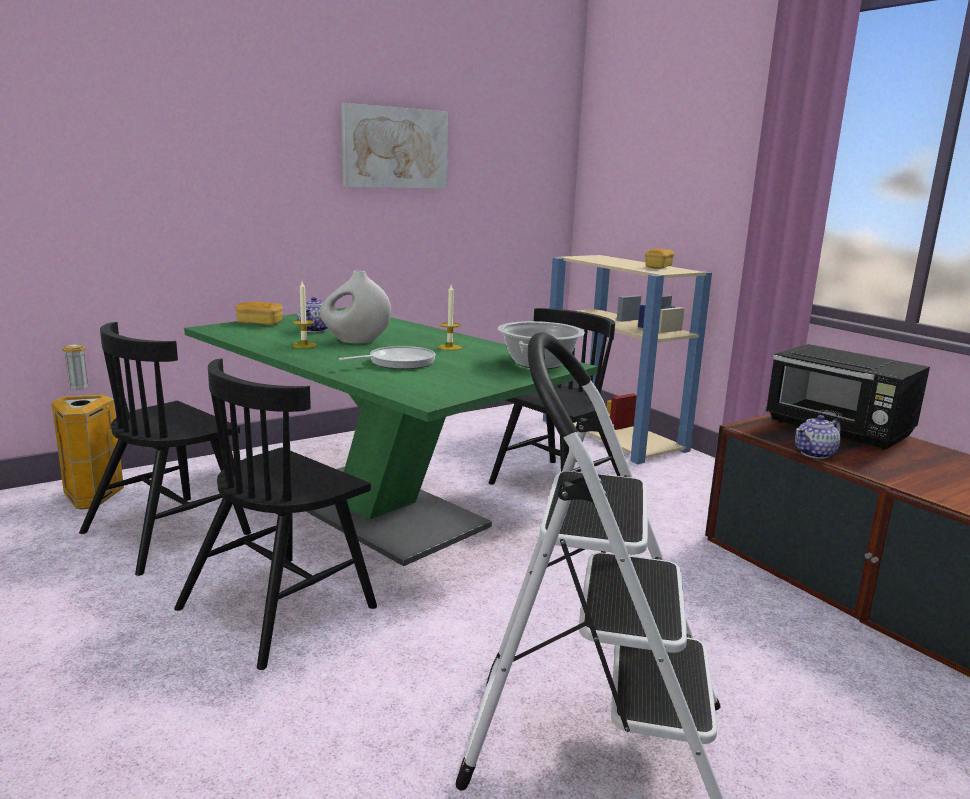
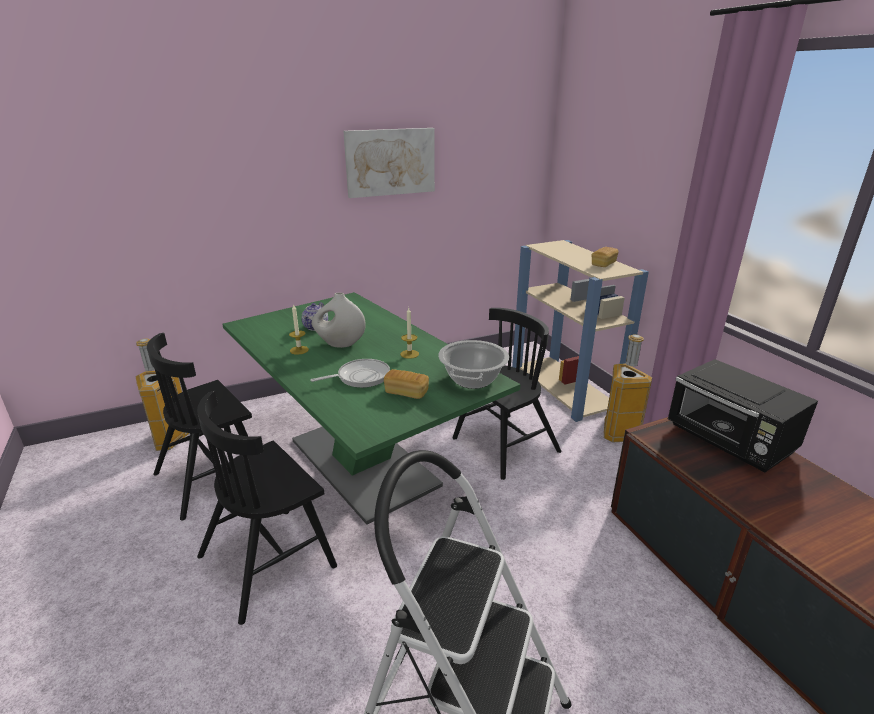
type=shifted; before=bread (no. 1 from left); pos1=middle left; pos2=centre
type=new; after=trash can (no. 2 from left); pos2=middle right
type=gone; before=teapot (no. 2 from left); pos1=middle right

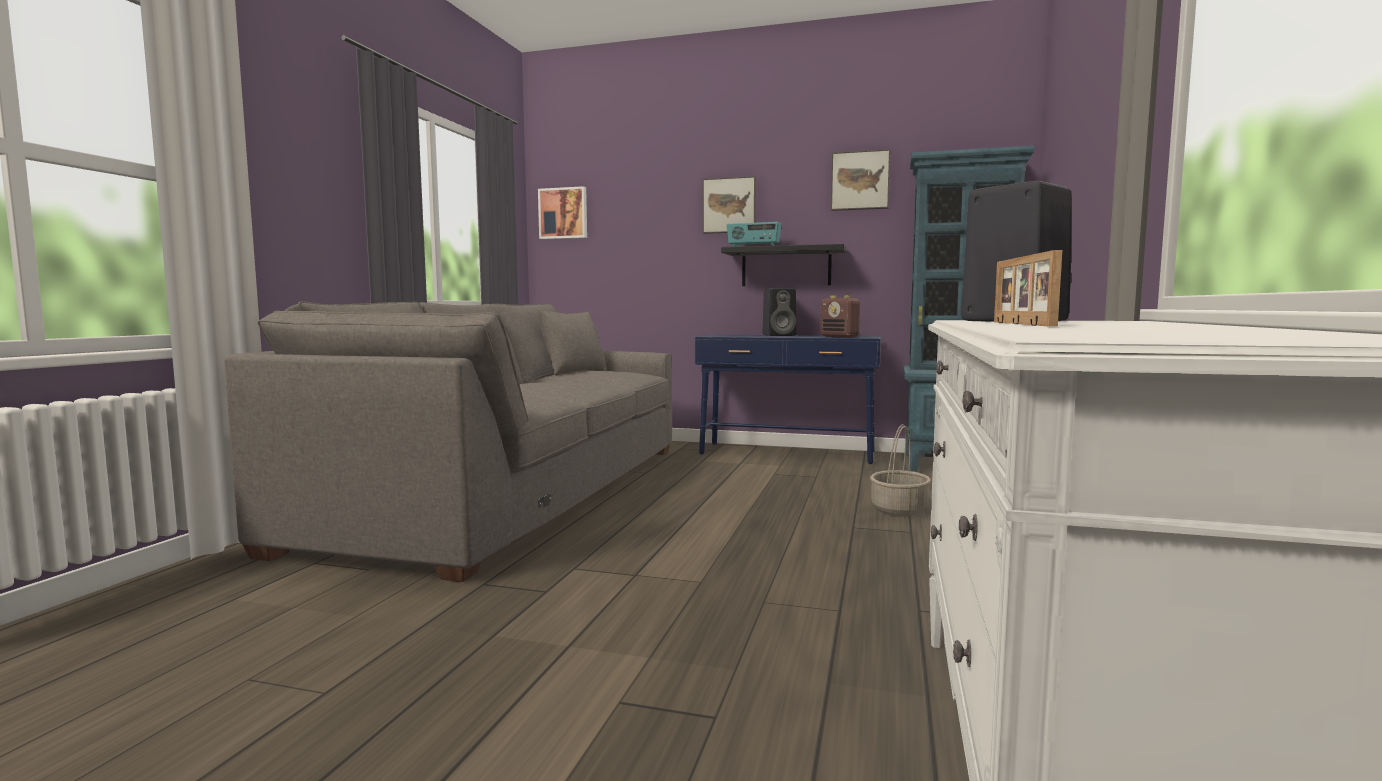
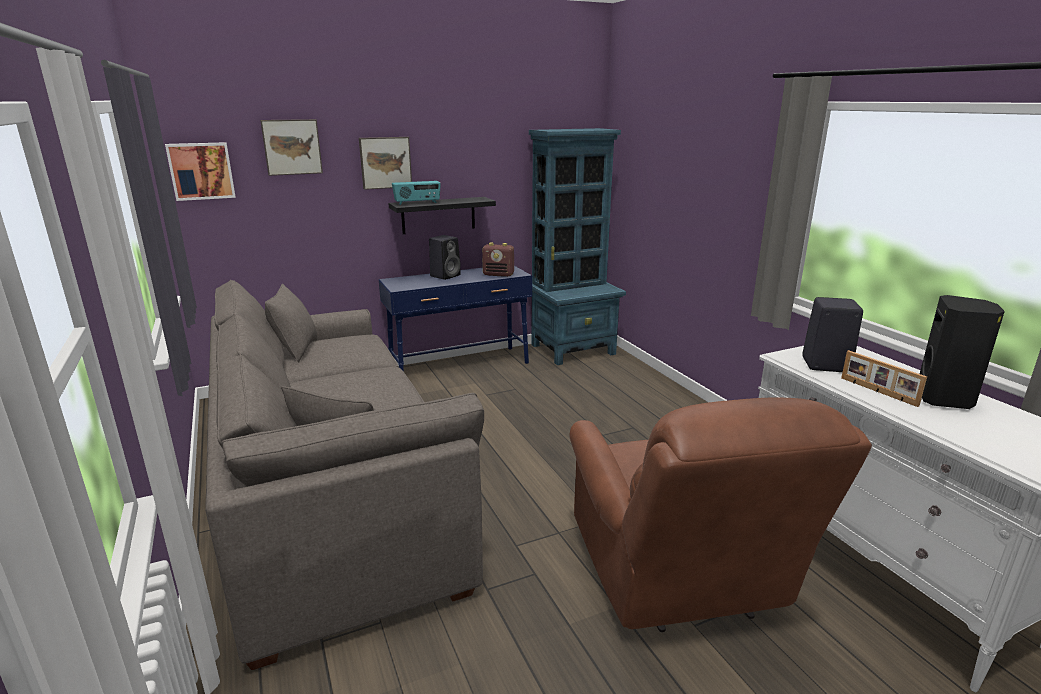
type=shifted; before=picture (no. 3 from left in the first image); after=picture (no. 2 from left); pos1=top centre; pos2=top left
type=new; after=brown armchair; pos2=bottom right
type=new; after=black speaker (no. 3 from left); pos2=middle right
type=gone; before=basket; pos1=centre

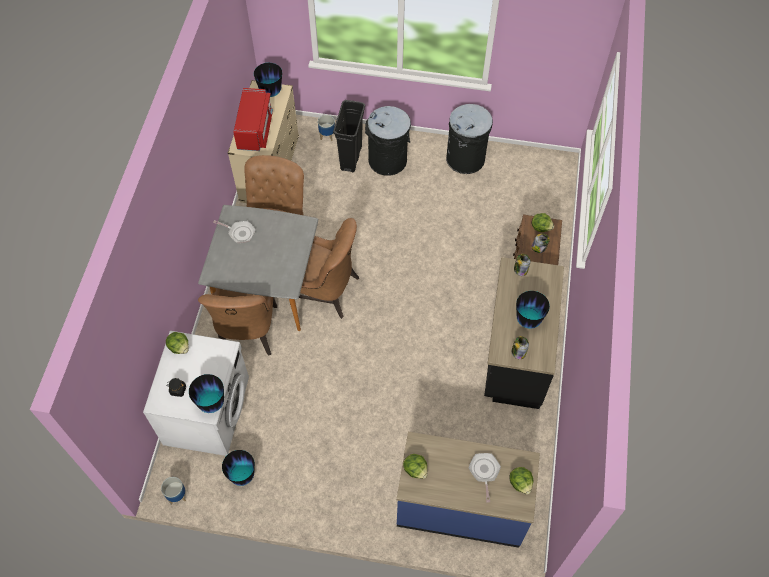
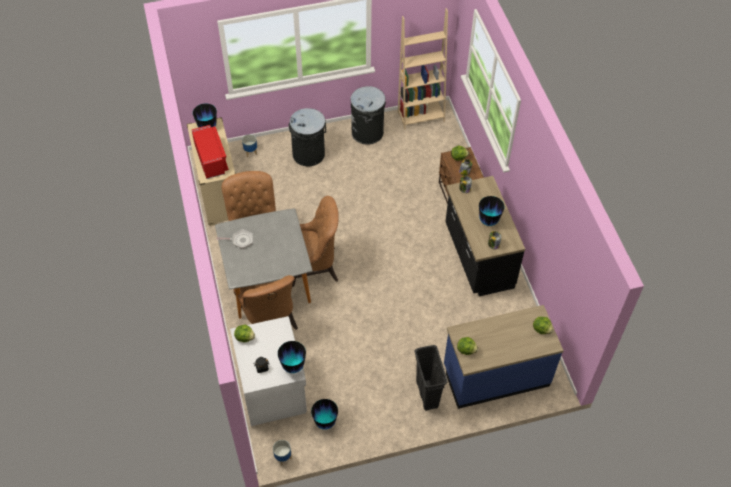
type=new; after=beige bookcase; pos2=top centre
type=shifted; before=black trash can (no. 1 from left in the first image); after=black trash can (no. 3 from left); pos1=top centre; pos2=bottom centre
type=gone; before=frying pan (no. 2 from left); pos1=bottom centre

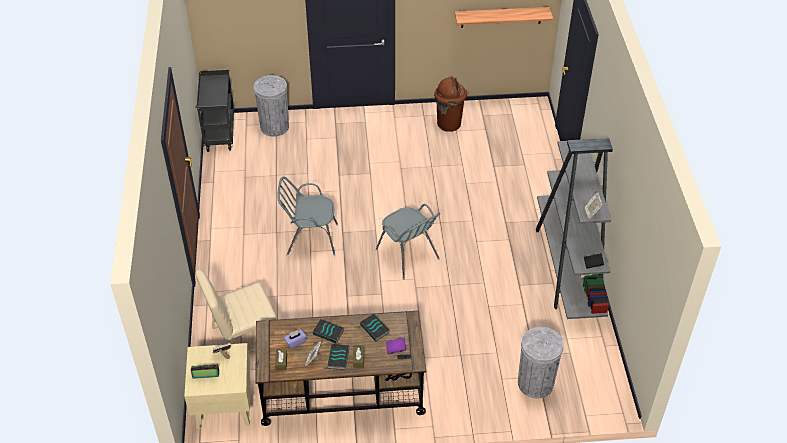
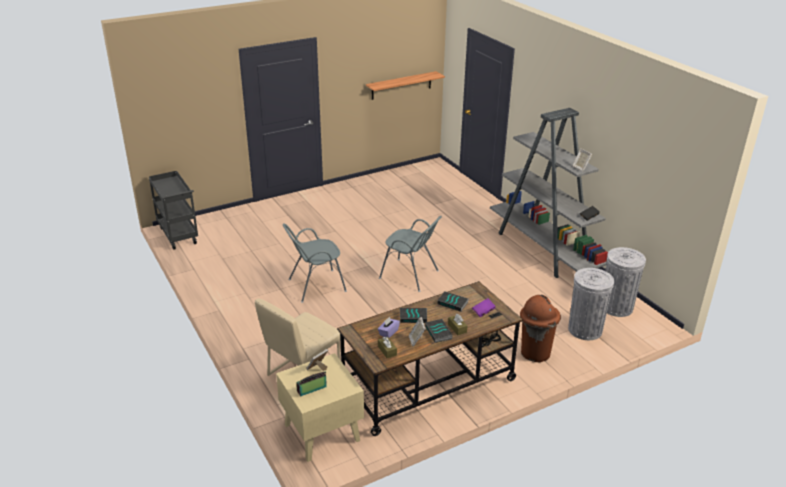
type=shifted; before=brown trash can; pos1=top centre; pos2=bottom right
type=shifted; before=grey trash can (no. 1 from left in the first image); after=grey trash can (no. 2 from left); pos1=top centre; pos2=middle right

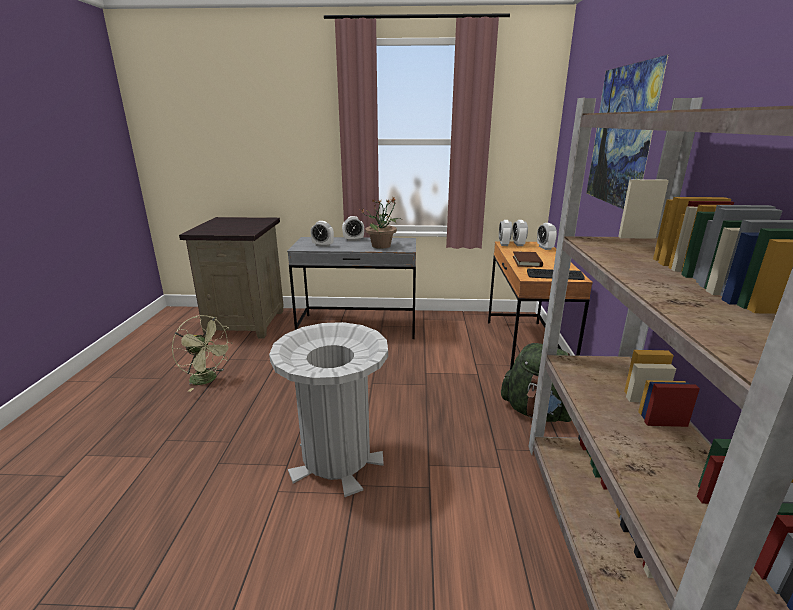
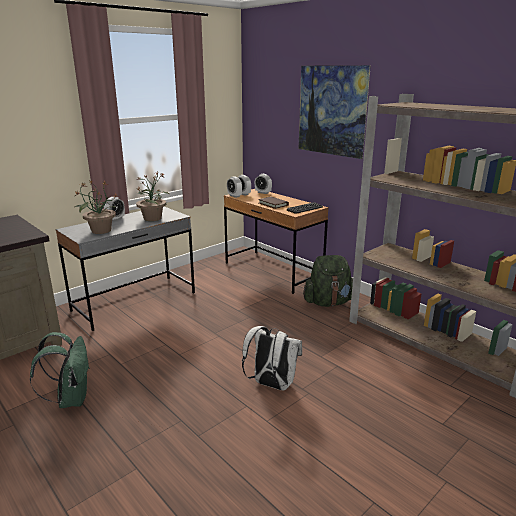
type=swapped; before=green fan; after=green backpack (no. 1 from left); pos1=middle left; pos2=bottom left
type=swapped; before=alarm clock (no. 1 from left); after=potted plant (no. 1 from left); pos1=centre; pos2=middle left
type=swapped; before=grey trash can; after=white backpack; pos1=bottom centre; pos2=bottom centre

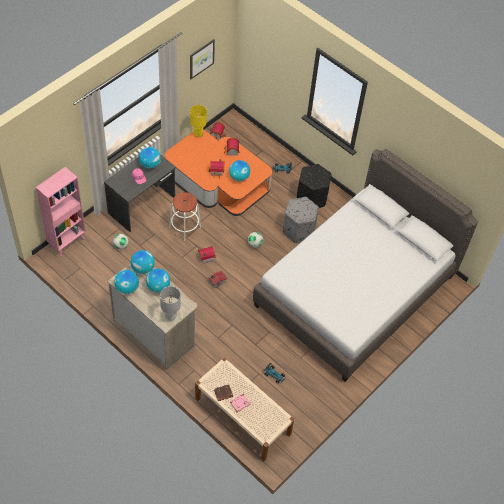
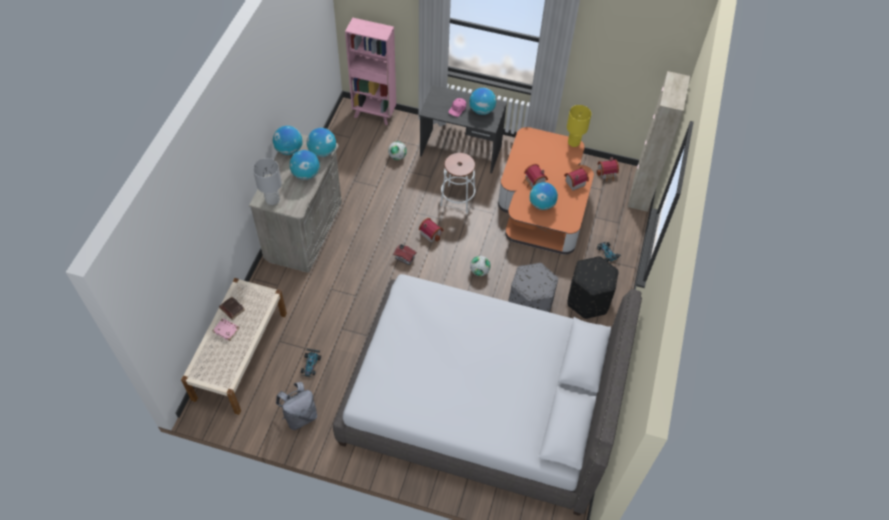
type=new; after=grey backpack; pos2=bottom left
type=new; after=beige cabinet; pos2=top right
type=gone; before=picture; pos1=top centre

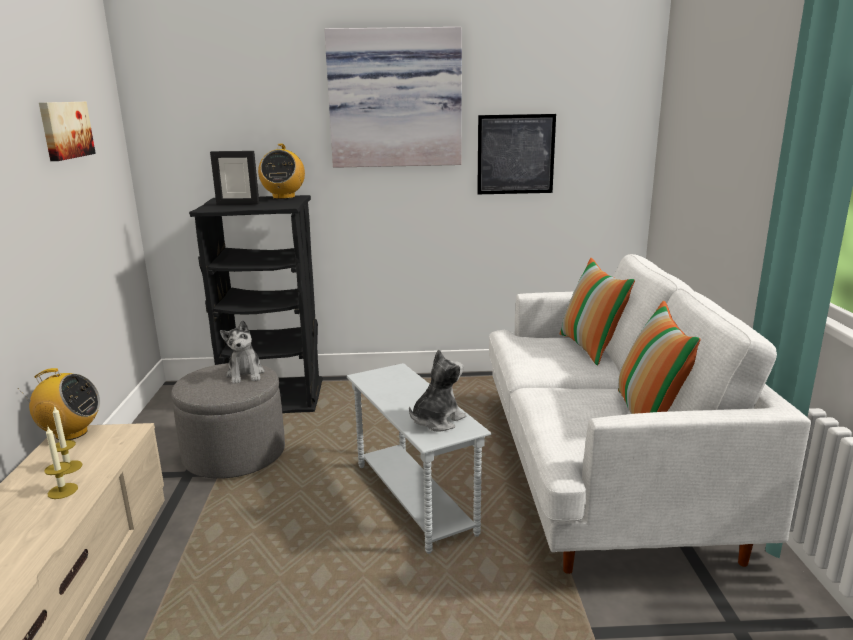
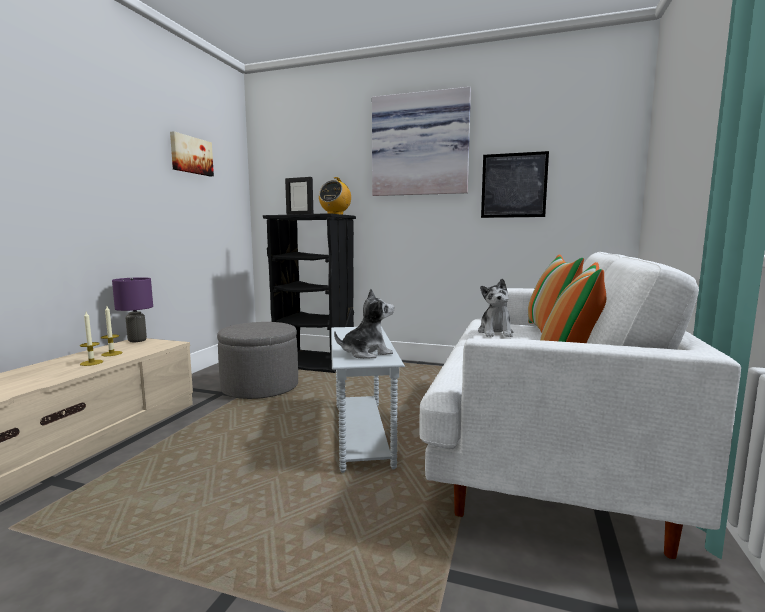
type=swapped; before=radio (no. 1 from left); after=purple table lamp; pos1=middle left; pos2=middle left
type=shifted; before=plush toy (no. 1 from left in the first image); after=plush toy (no. 2 from left); pos1=middle left; pos2=centre

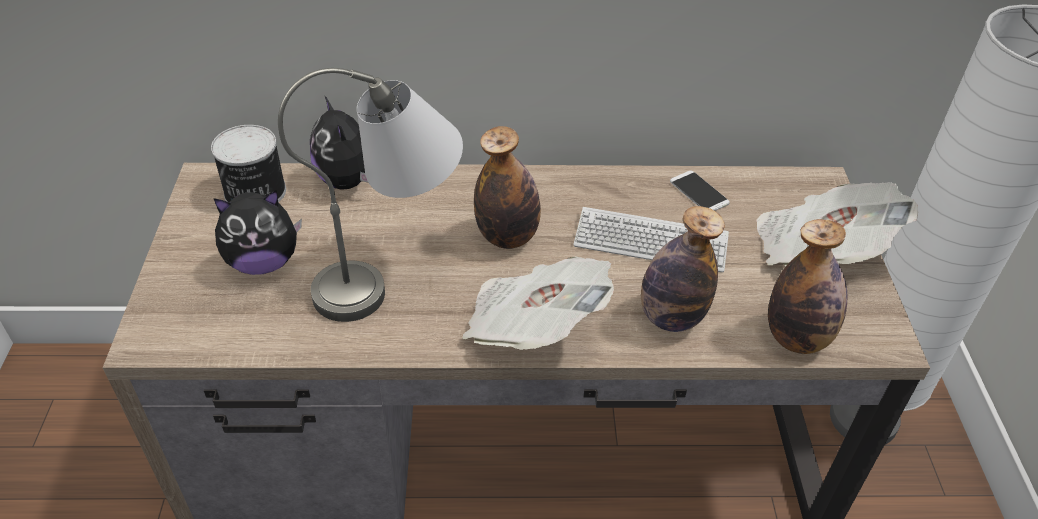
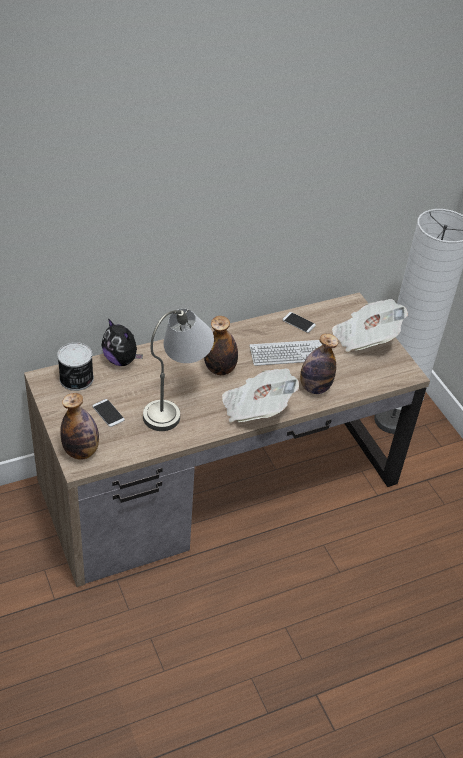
type=shifted; before=bottle (no. 3 from left in the first image); after=bottle (no. 1 from left); pos1=middle right; pos2=middle left
type=swapped; before=plush toy (no. 1 from left); after=phone (no. 1 from left); pos1=middle left; pos2=middle left

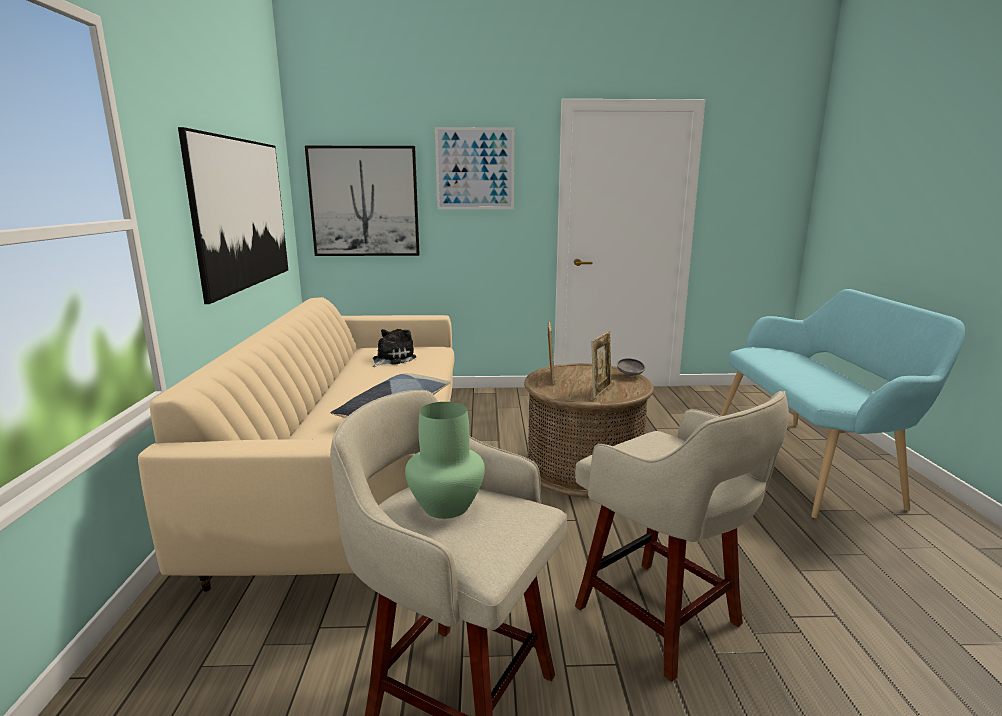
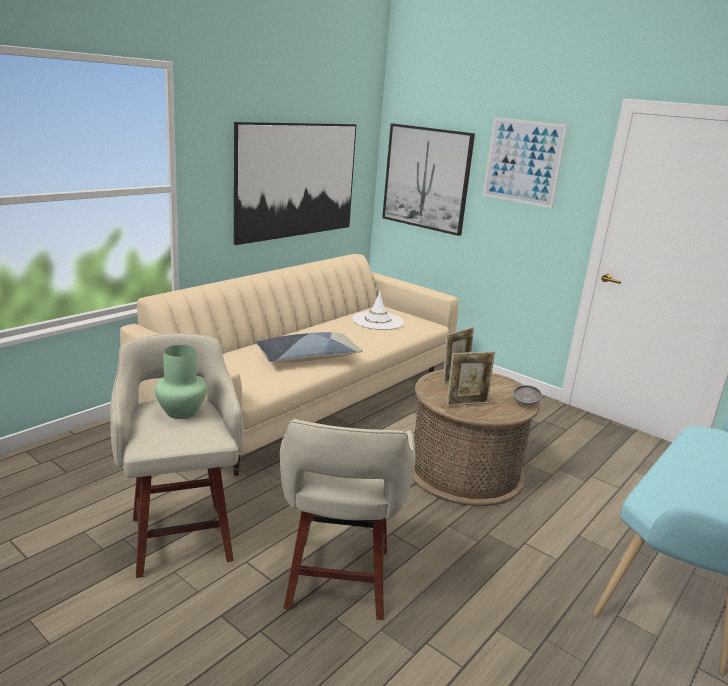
type=swapped; before=plush toy; after=white hat; pos1=centre; pos2=centre

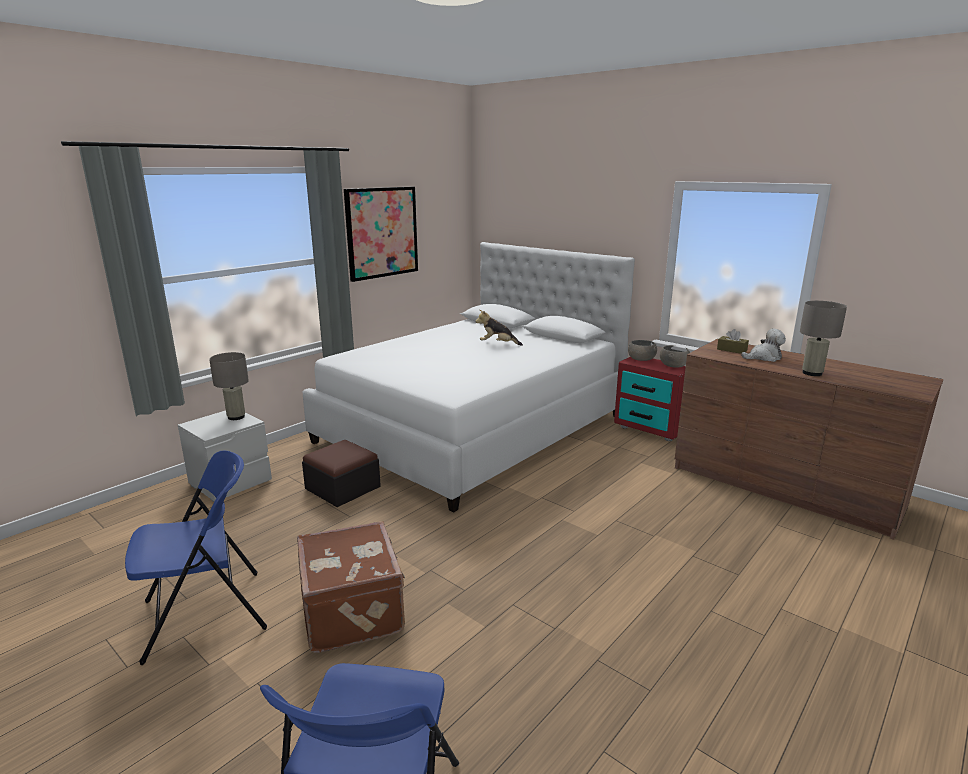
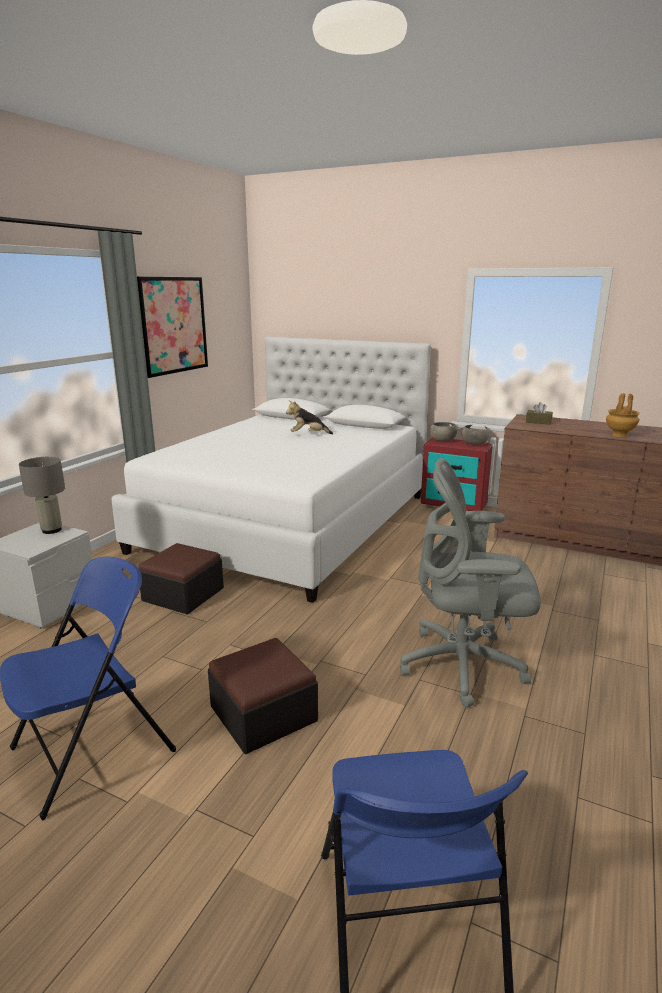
type=swapped; before=brown suitcase; after=ottoman (no. 2 from left); pos1=bottom centre; pos2=bottom centre
type=new; after=grey office chair; pos2=middle right
type=swapped; before=grey table lamp (no. 2 from left); after=brown vase; pos1=middle right; pos2=middle right
type=gone; before=plush toy (no. 2 from left); pos1=middle right

